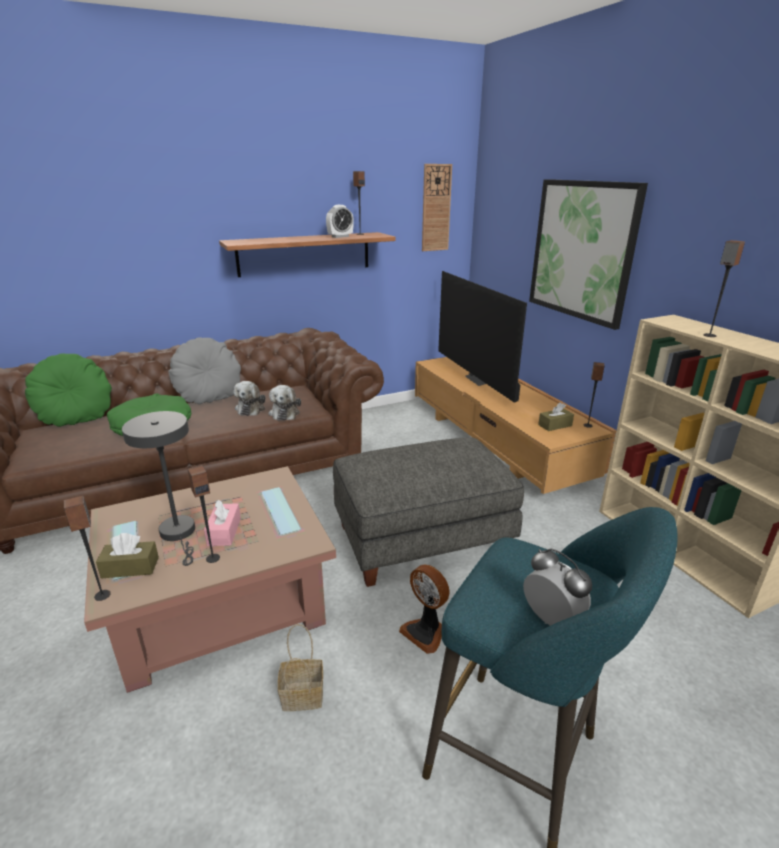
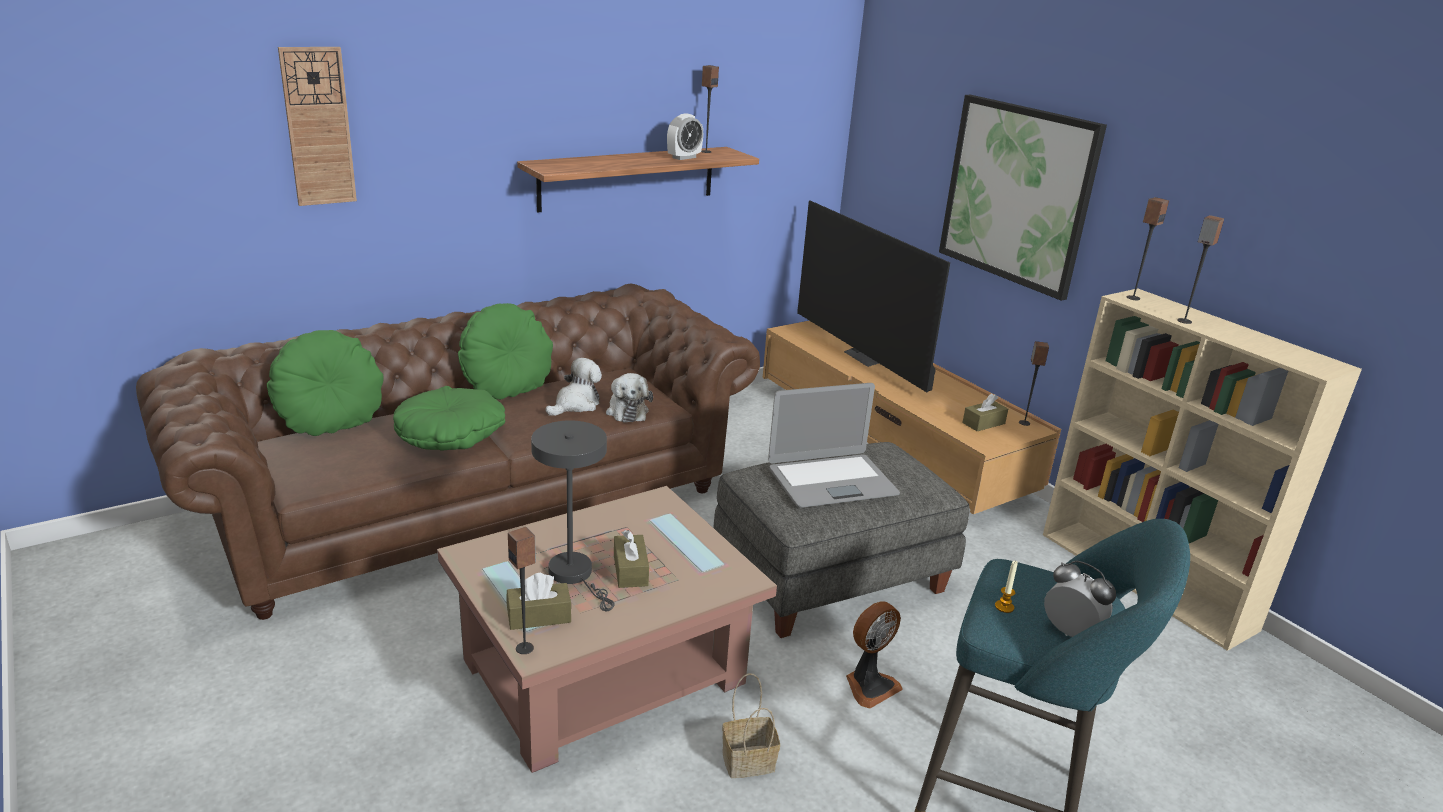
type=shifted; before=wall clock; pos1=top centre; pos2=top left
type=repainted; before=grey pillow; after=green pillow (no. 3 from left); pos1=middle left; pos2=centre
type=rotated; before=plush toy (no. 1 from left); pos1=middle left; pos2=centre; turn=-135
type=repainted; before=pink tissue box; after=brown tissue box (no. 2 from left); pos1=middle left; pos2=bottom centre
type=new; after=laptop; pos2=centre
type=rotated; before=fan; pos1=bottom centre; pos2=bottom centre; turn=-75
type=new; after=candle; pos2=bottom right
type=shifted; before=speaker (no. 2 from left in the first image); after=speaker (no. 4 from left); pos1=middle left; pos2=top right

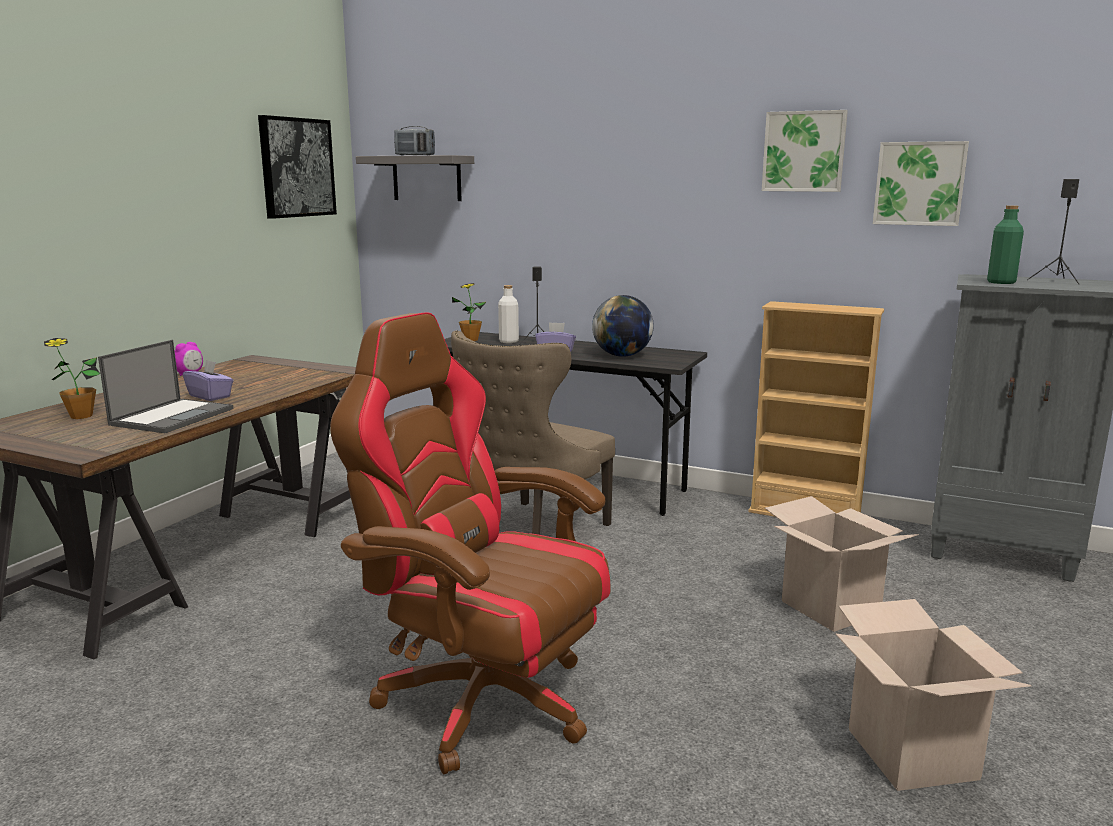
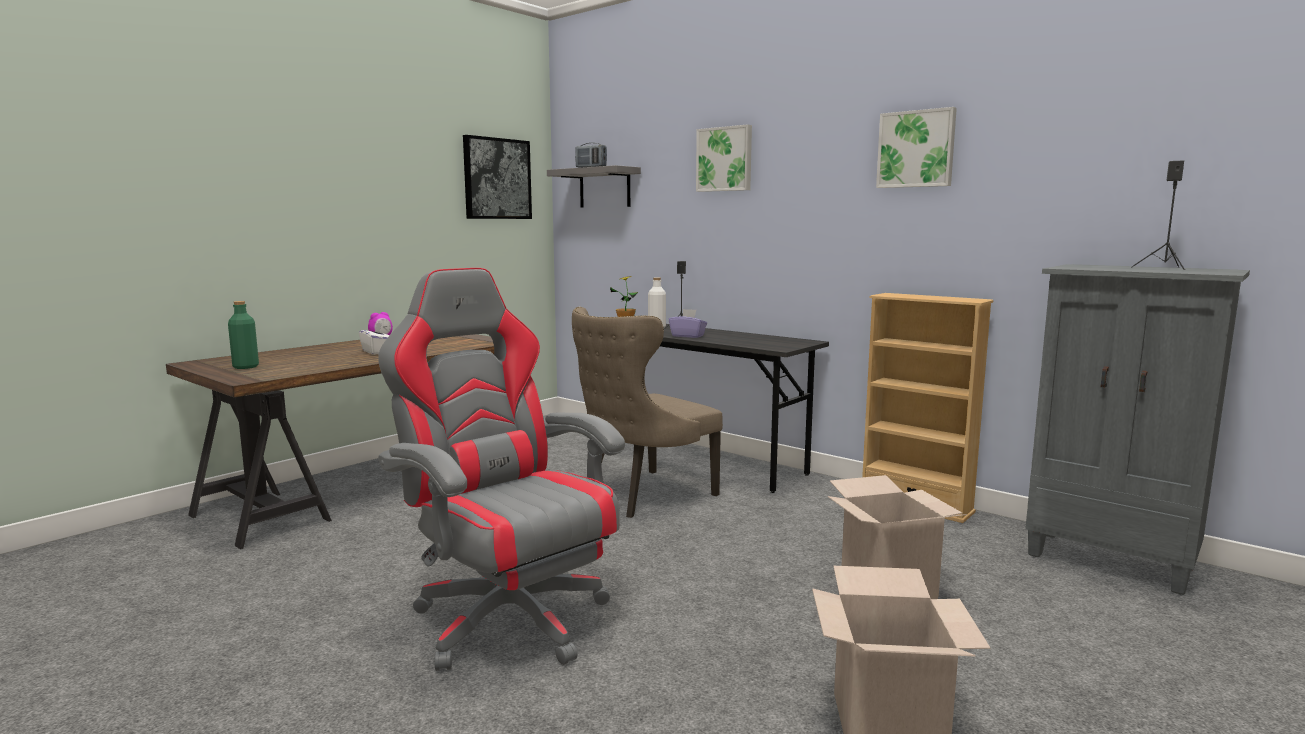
type=shifted; before=green bottle; pos1=top right; pos2=middle left
type=repainted; before=purple tissue box (no. 1 from left); after=white tissue box; pos1=middle left; pos2=middle left
type=repainted; before=brown office chair; after=grey office chair; pos1=centre; pos2=centre
type=shifted; before=picture (no. 3 from left in the first image); after=picture (no. 2 from left); pos1=top right; pos2=top centre
type=gone; before=potted plant (no. 1 from left); pos1=middle left
type=gone; before=laptop; pos1=middle left
type=gone; before=globe; pos1=centre

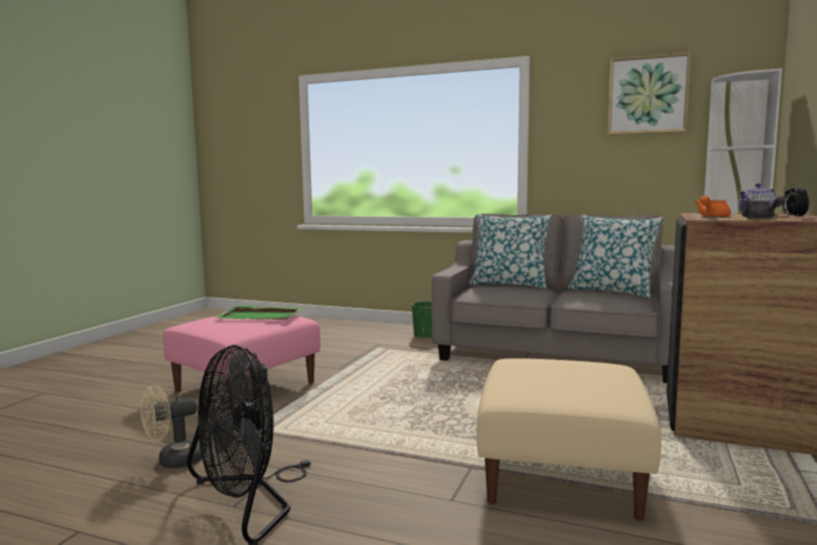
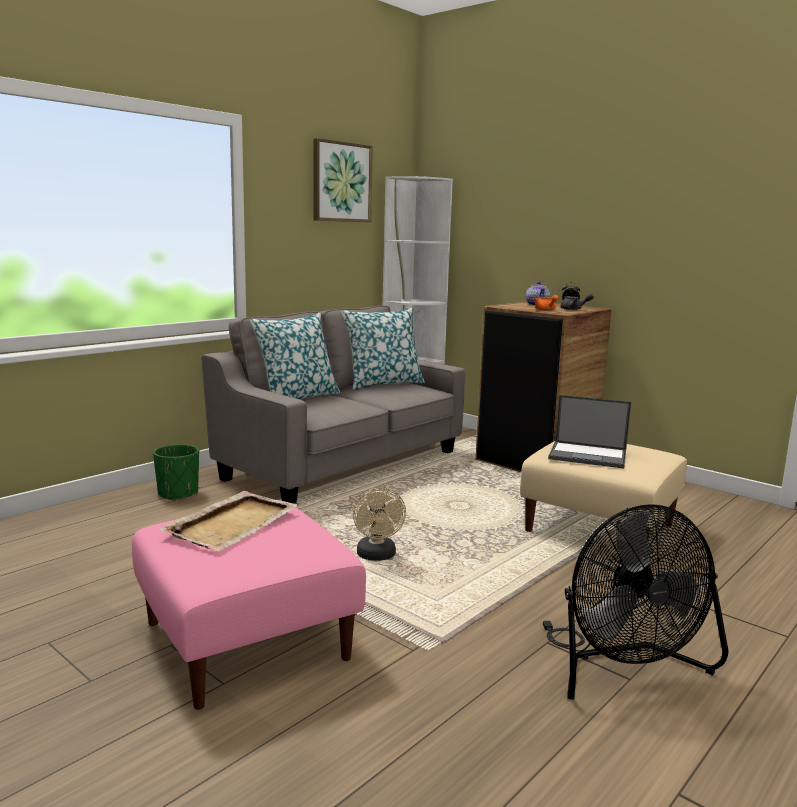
type=repainted; before=green tray; after=beige tray; pos1=middle left; pos2=middle left
type=shifted; before=beige fan; pos1=bottom left; pos2=centre
type=new; after=laptop; pos2=middle right

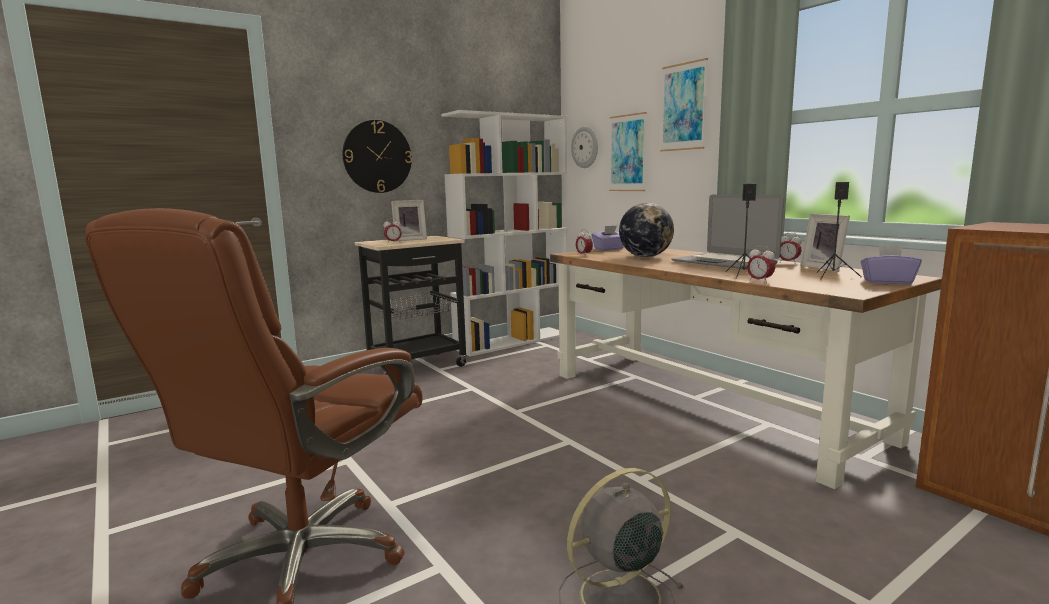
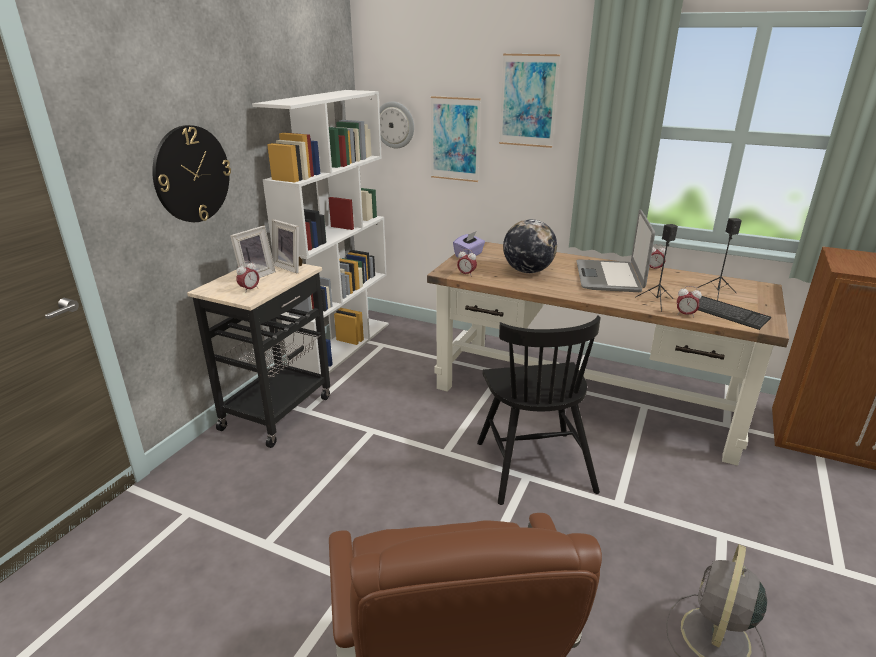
type=shifted; before=picture frame (no. 2 from left); pos1=middle right; pos2=middle left
type=new; after=black chair; pos2=centre
type=rotated; before=laptop; pos1=middle right; pos2=middle right; turn=75
type=new; after=keyboard; pos2=middle right
type=gone; before=purple tissue box (no. 2 from left); pos1=middle right

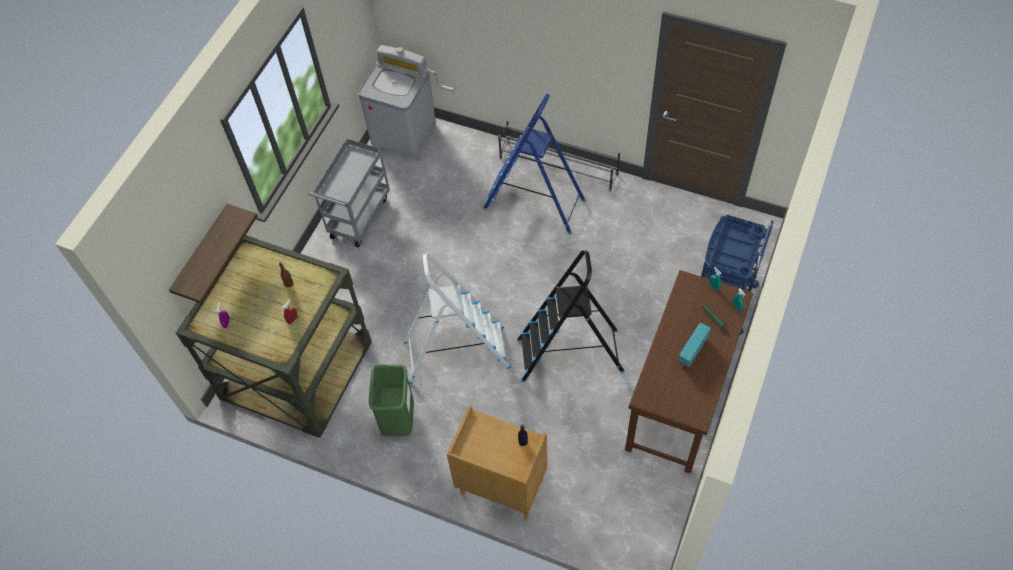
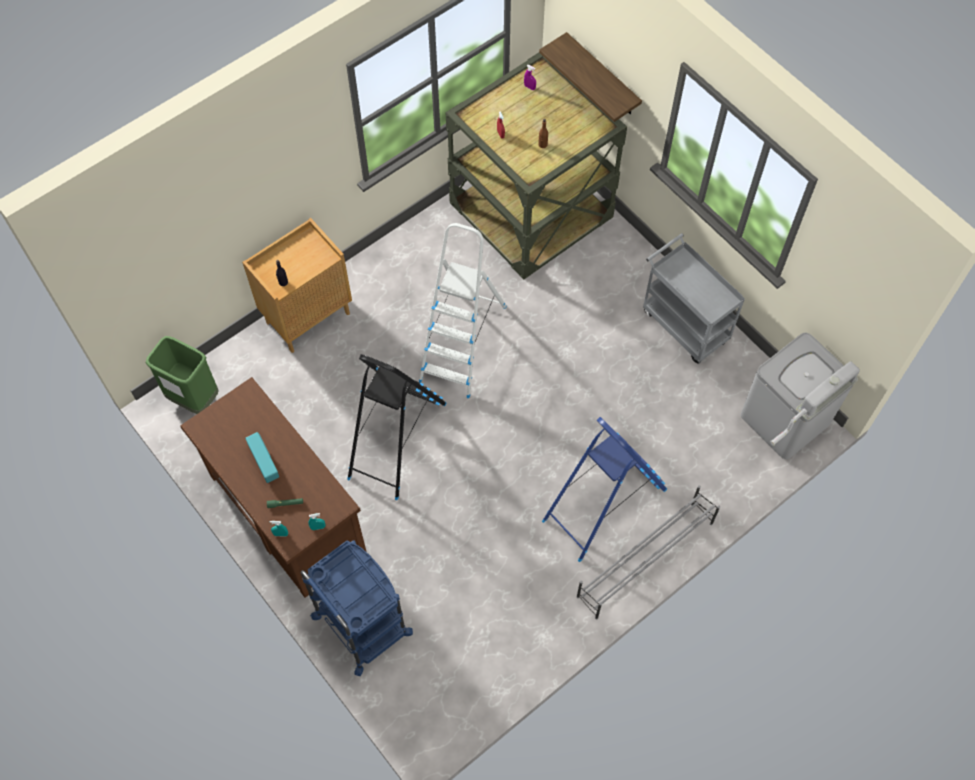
type=shifted; before=green trash can; pos1=bottom centre; pos2=middle left

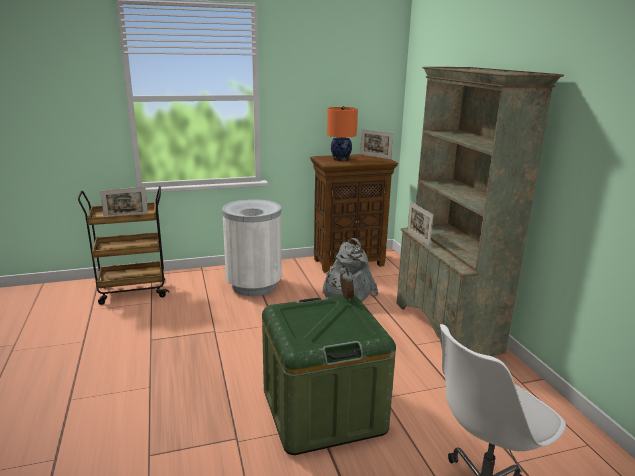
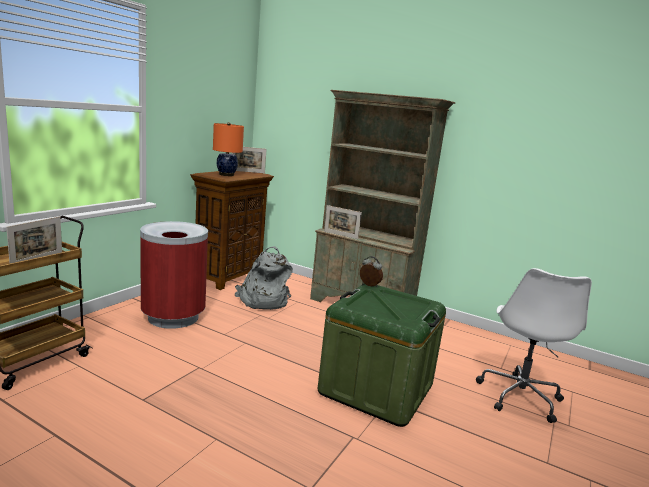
type=repainted; before=white trash can; after=red trash can; pos1=centre; pos2=middle left

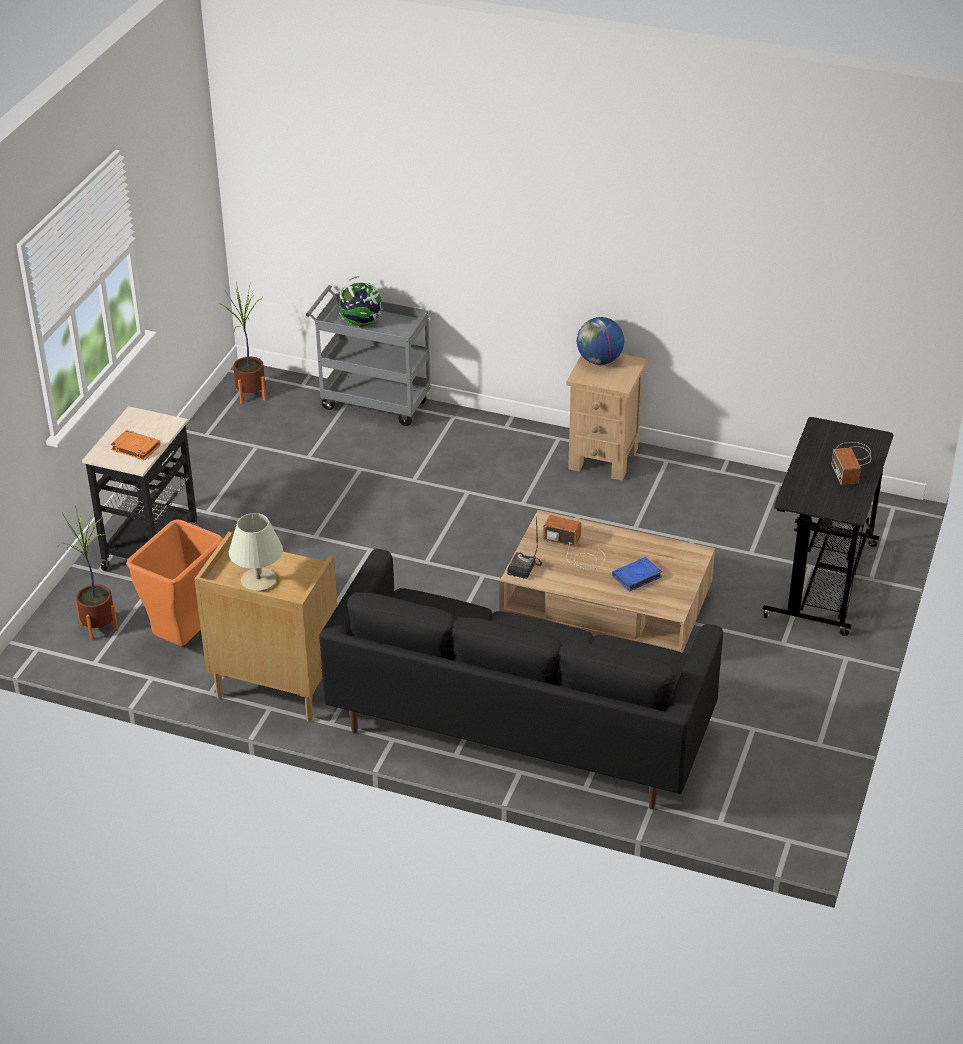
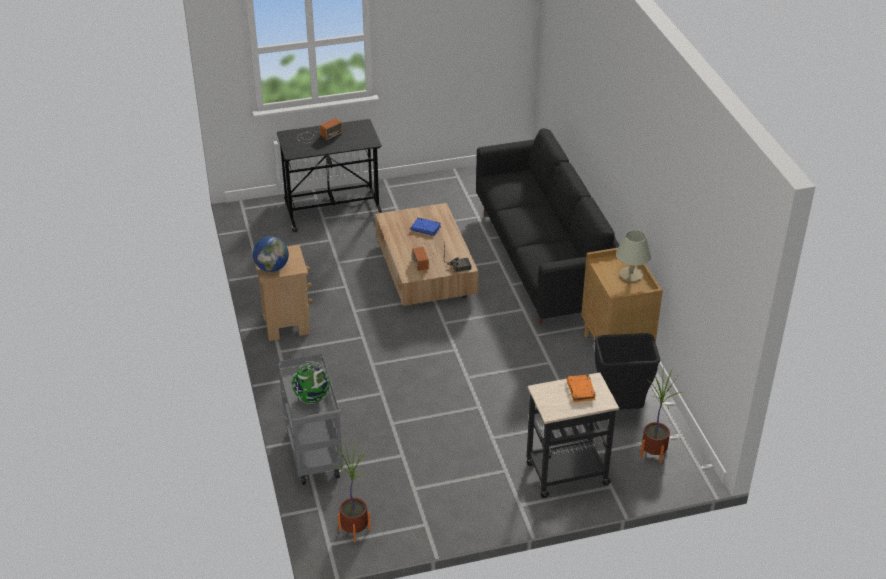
type=repainted; before=orange trash can; after=black trash can; pos1=middle left; pos2=middle right

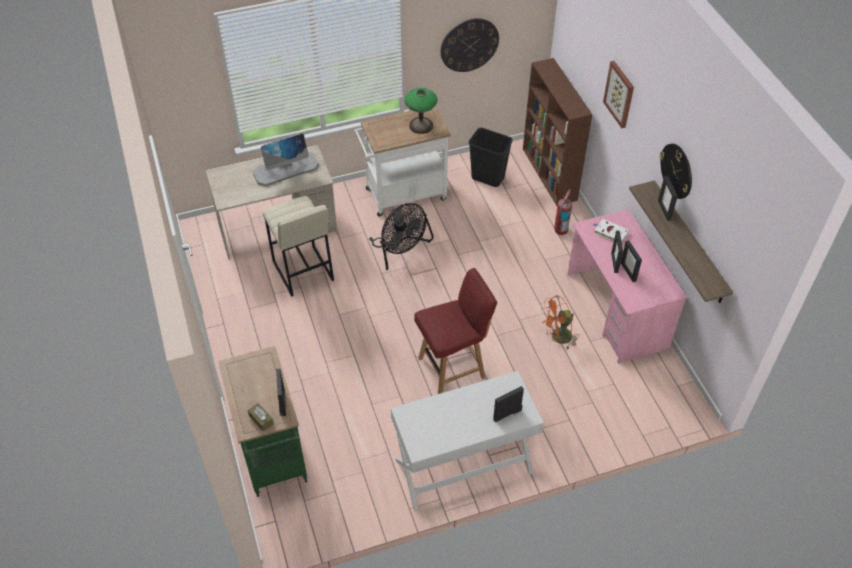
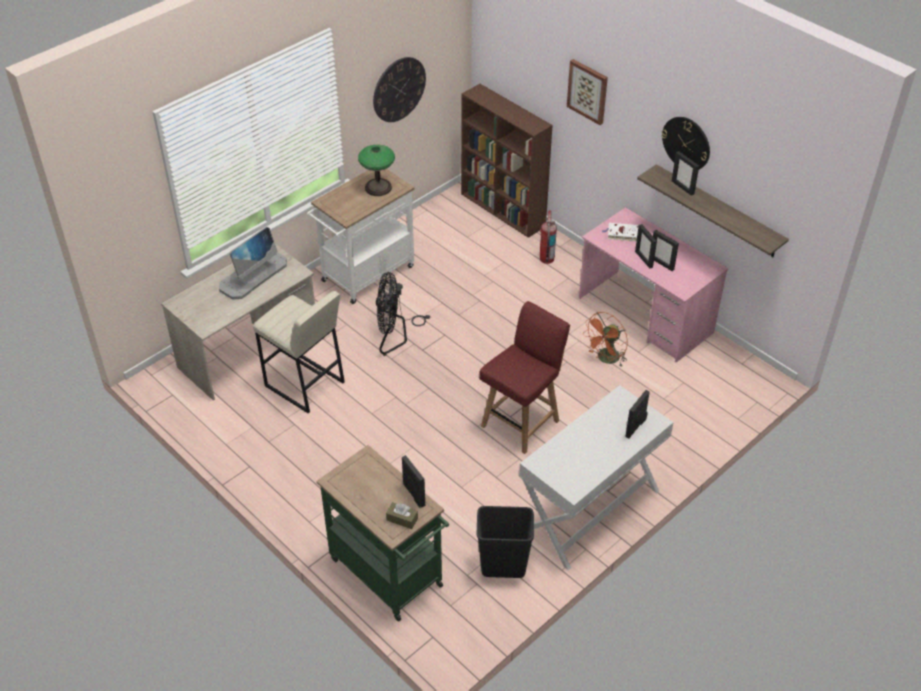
type=rotated; before=black fan; pos1=centre; pos2=centre; turn=150
type=shifted; before=black trash can; pos1=top centre; pos2=bottom centre

